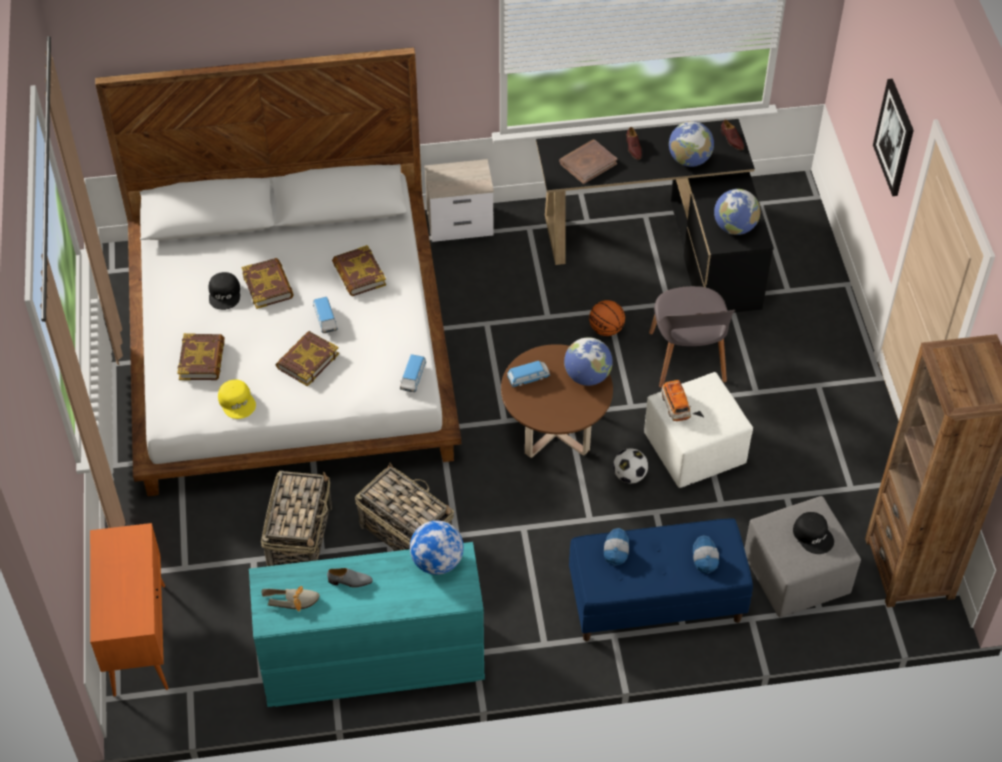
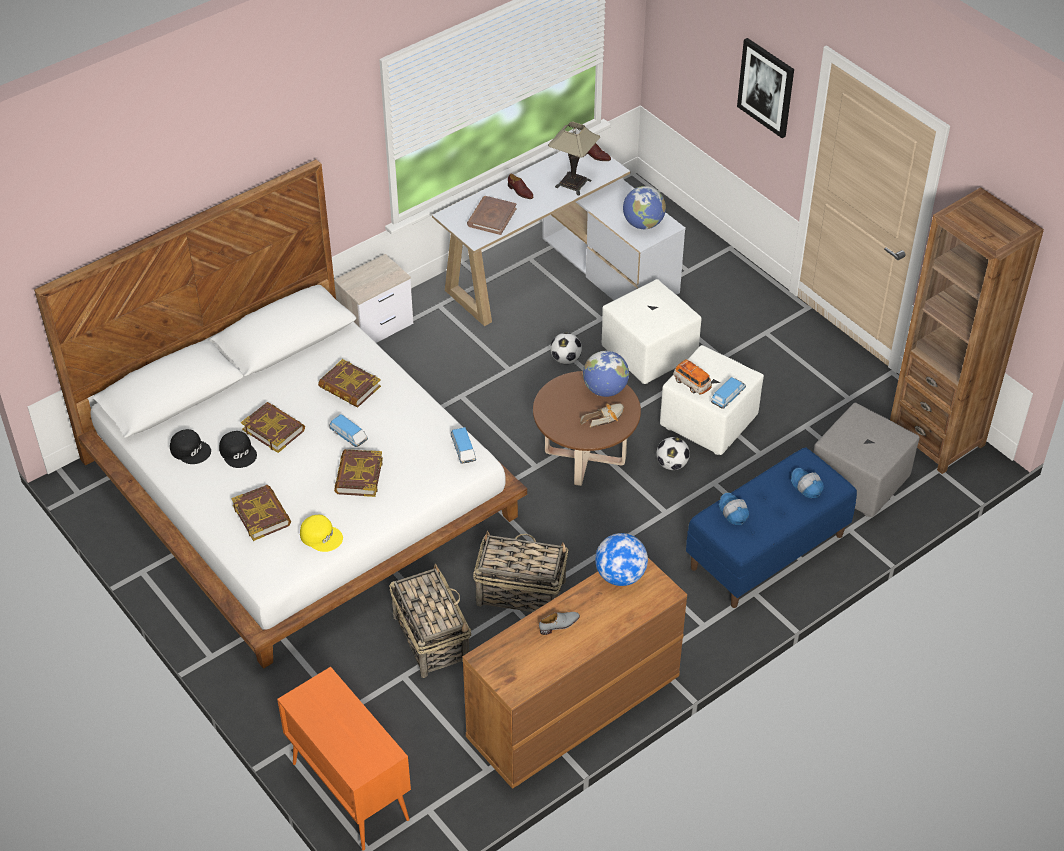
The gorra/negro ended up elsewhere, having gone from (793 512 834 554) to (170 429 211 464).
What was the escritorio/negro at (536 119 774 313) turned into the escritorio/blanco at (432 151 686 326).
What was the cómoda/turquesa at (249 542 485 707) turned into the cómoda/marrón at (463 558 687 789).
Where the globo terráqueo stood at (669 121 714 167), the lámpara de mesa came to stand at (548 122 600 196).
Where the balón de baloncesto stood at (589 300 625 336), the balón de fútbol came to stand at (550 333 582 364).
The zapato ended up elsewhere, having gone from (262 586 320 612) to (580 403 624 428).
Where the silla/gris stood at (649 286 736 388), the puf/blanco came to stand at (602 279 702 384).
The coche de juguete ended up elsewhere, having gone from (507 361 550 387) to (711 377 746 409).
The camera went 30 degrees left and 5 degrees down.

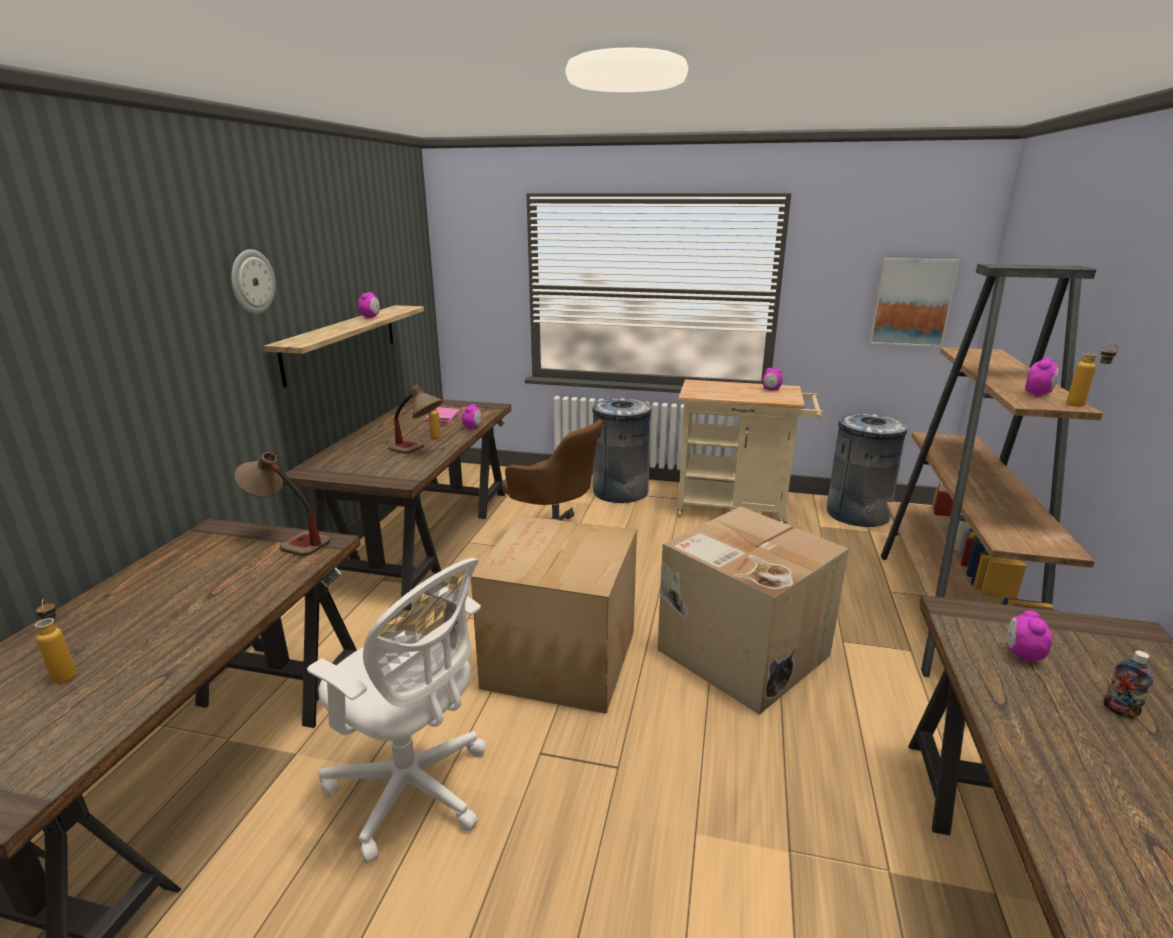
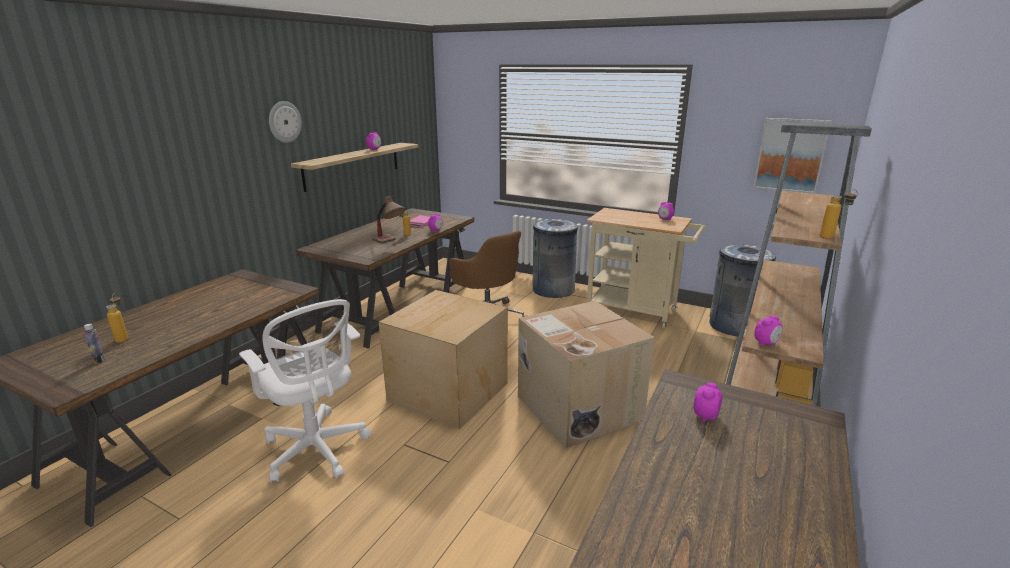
The botella ended up elsewhere, having gone from (1104 651 1154 720) to (84 324 105 364).
The despertador ended up elsewhere, having gone from (1025 358 1059 396) to (755 315 783 346).
The second view lost the lámpara de mesa at (234 452 331 556).
The camera went 15 degrees right and 0 degrees up.

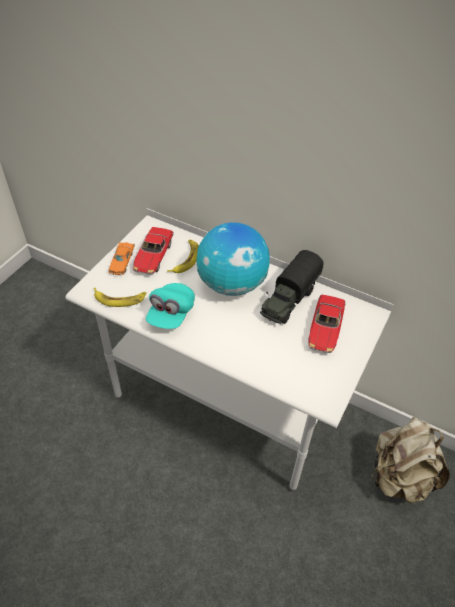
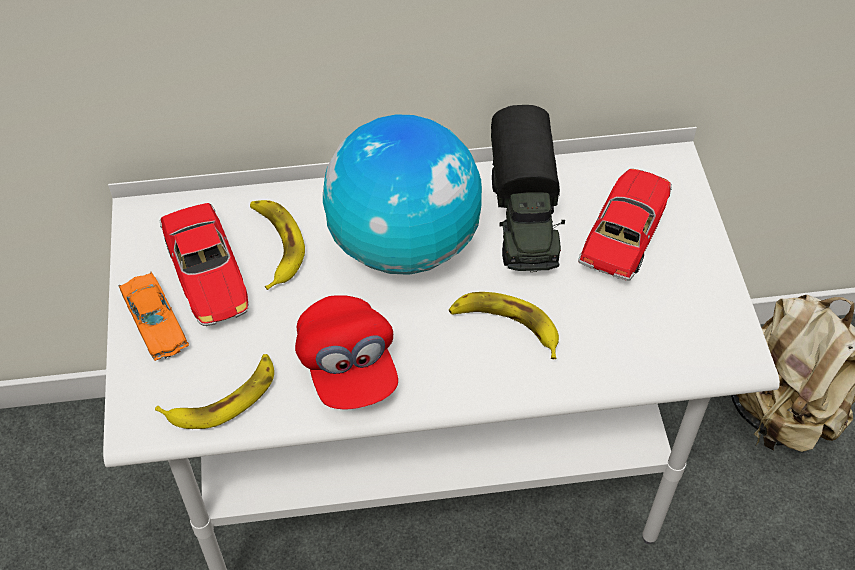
What was the gorra/turquesa at (146 283 195 329) turned into the gorra/rojo at (295 295 398 410).
The second view gained the plátano at (449 292 559 359).
The coche de juguete at (308 295 345 353) ended up facing another way, 135 degrees counterclockwise from before.
The camera went 35 degrees left and 5 degrees up.

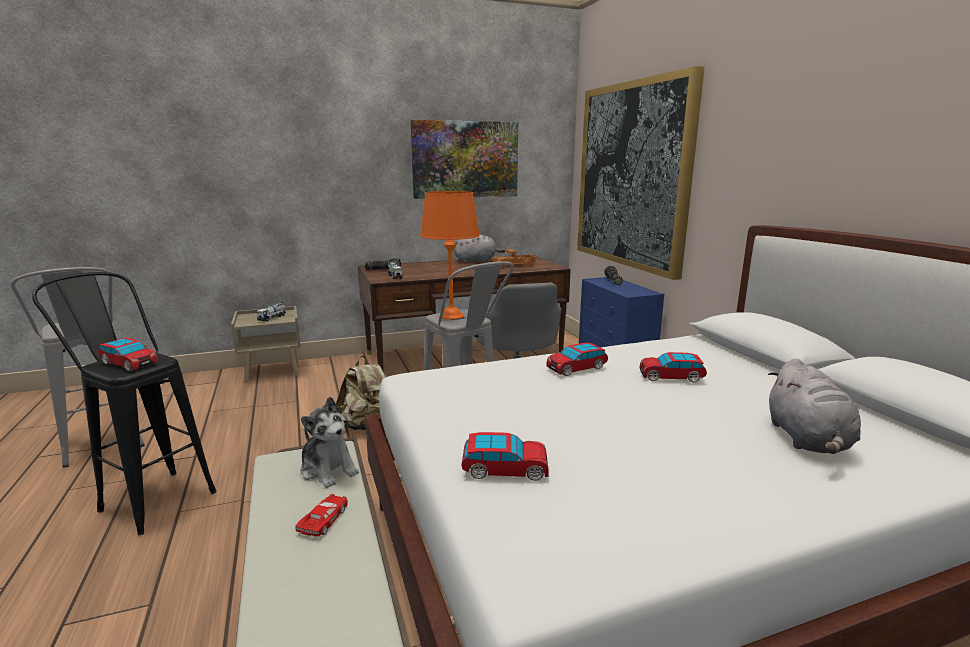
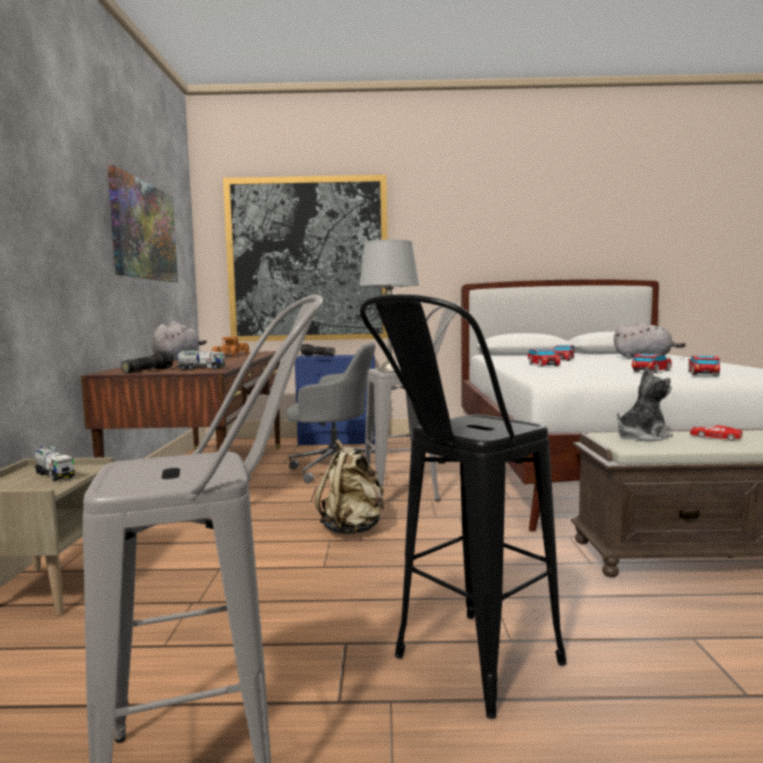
What was the lámpara de mesa/naranja at (420 191 480 319) turned into the lámpara de mesa/gris at (359 240 419 372).
The coche de juguete ended up elsewhere, having gone from (98 338 158 371) to (632 354 672 373).
The camera went 70 degrees left and 10 degrees down.

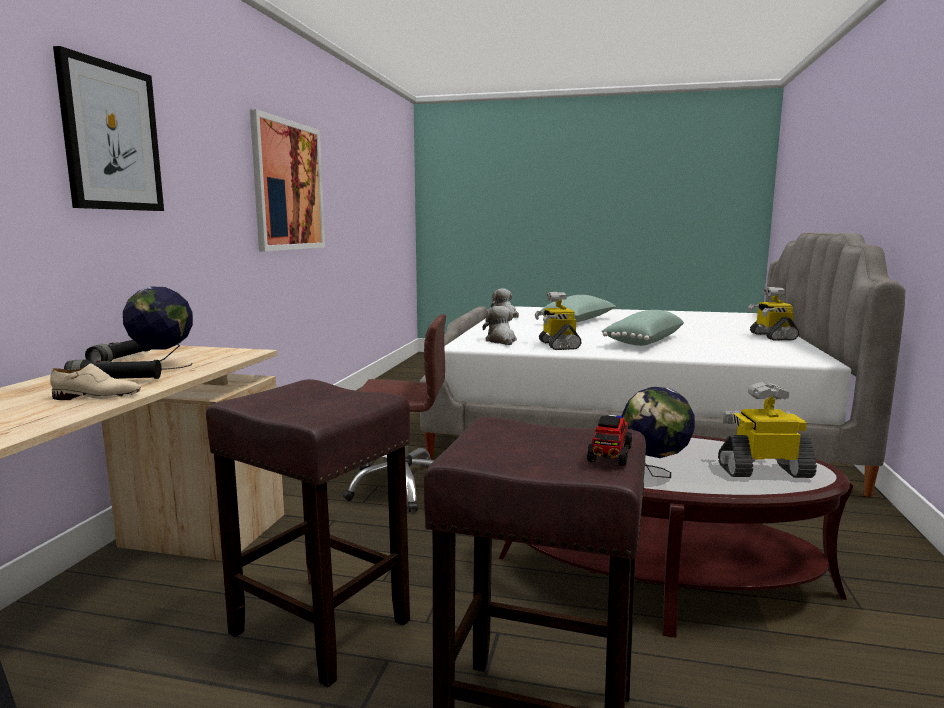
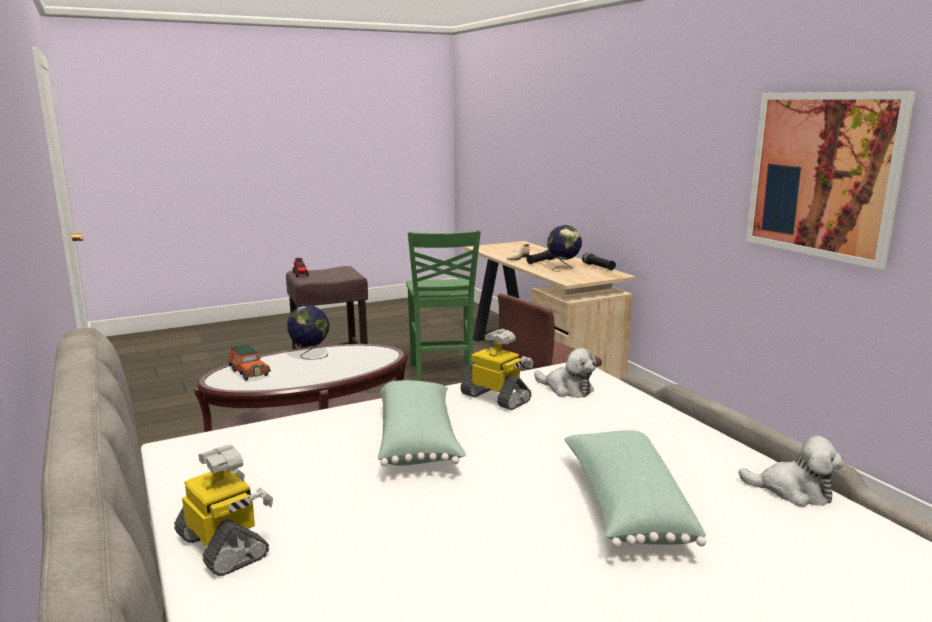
Where the robot de juguete stood at (718 382 817 478), the coche de juguete came to stand at (229 344 271 381).
Where the taburete/marrón stood at (206 379 410 688), the silla/verde came to stand at (406 230 481 381).
The second view lost the cuadro at (53 46 164 211).
The camera went 140 degrees right and 5 degrees up.

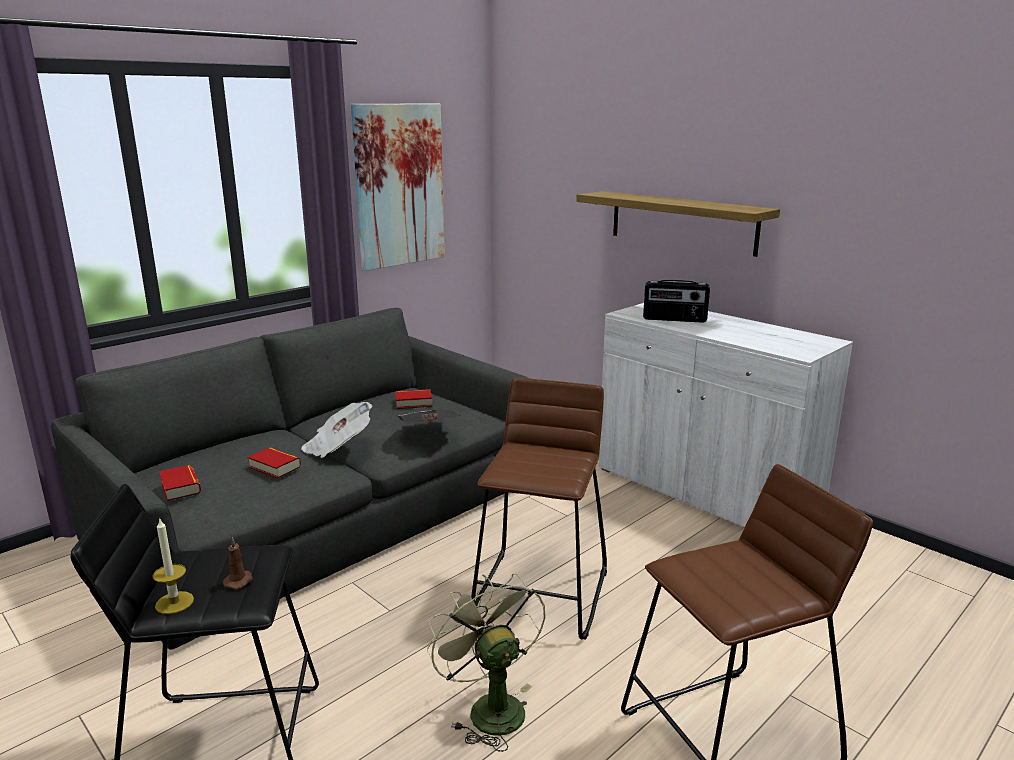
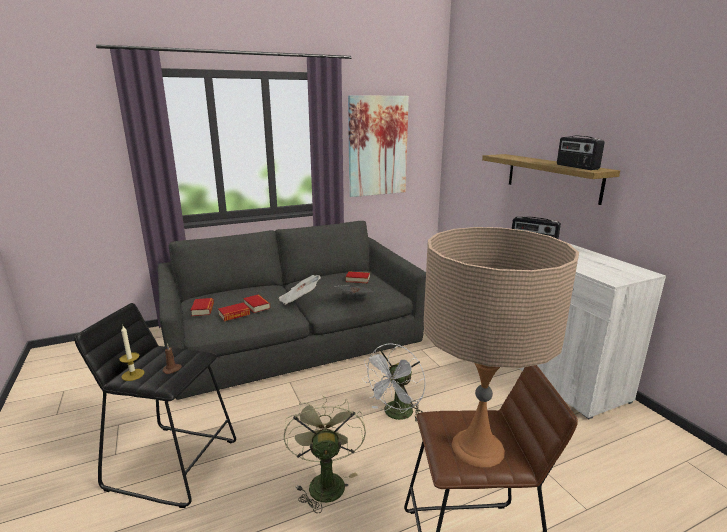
The second view gained the libro at (218 303 250 321).
Where the taburete/marrón stood at (471 378 607 640), the ventilador/blanco came to stand at (362 344 426 421).
The second view gained the lámpara de mesa/beis at (424 227 579 467).
The second view gained the radio at (557 136 605 170).
The camera went 20 degrees right and 0 degrees up.

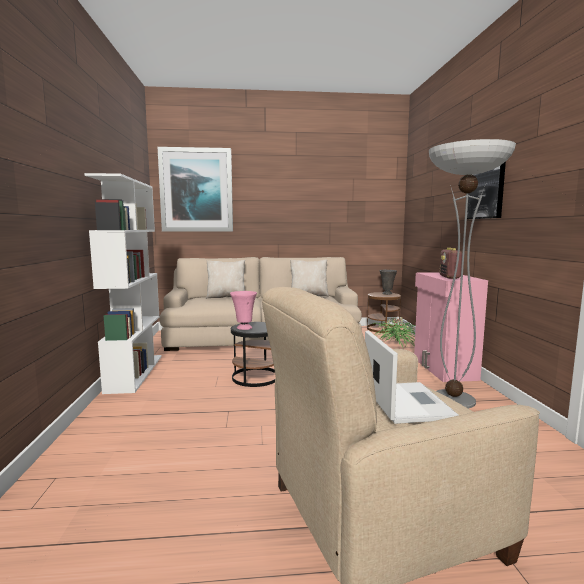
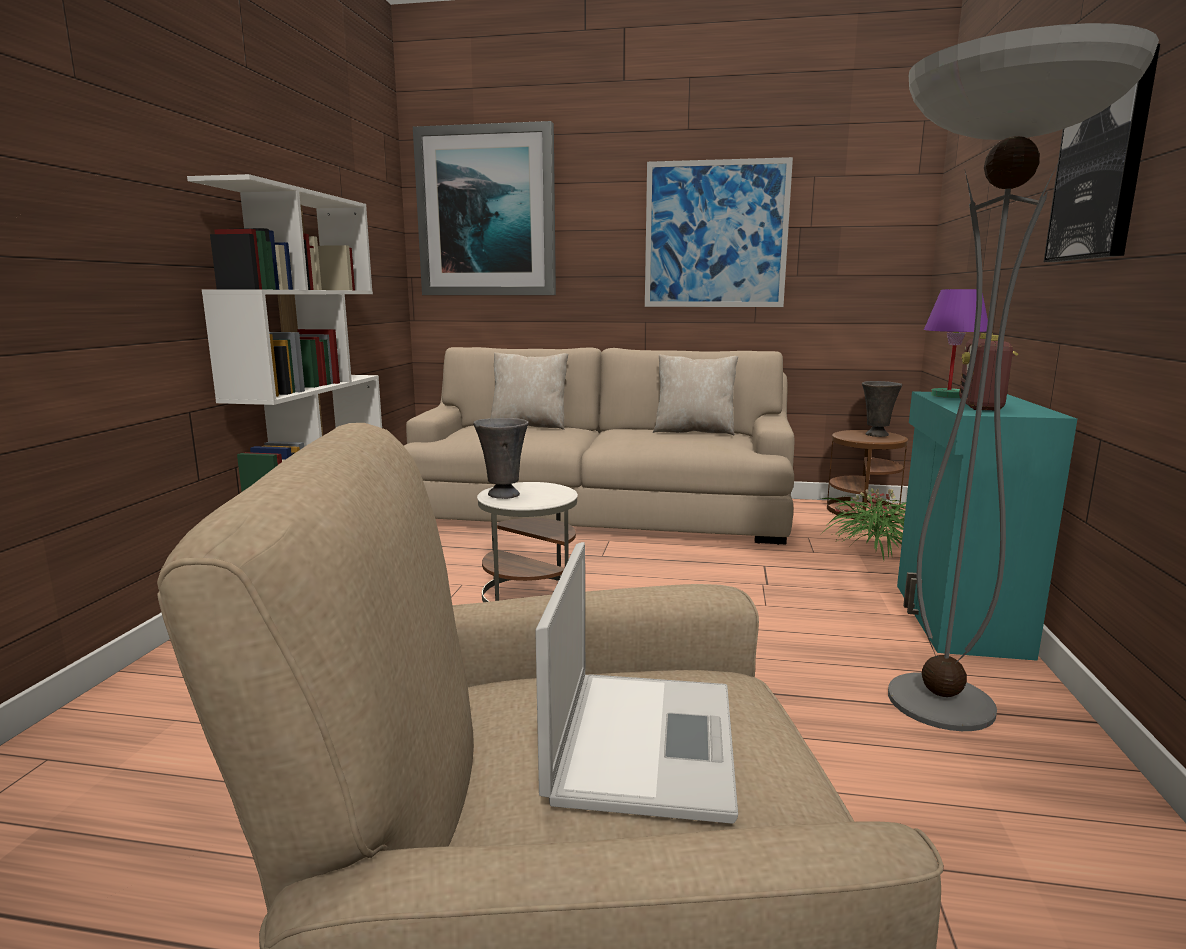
What was the florero/rosa at (230 291 257 330) turned into the florero/gris at (473 418 529 499).
What was the mesa auxiliar/negro at (231 322 275 387) turned into the mesa auxiliar/blanco at (477 482 578 602).
The second view gained the cuadro at (645 157 793 307).
What was the armario/rosa at (414 272 488 382) turned into the armario/turquesa at (897 391 1077 661).
The second view gained the lámpara de mesa/morado at (924 289 988 398).
The camera went 15 degrees right and 5 degrees up.

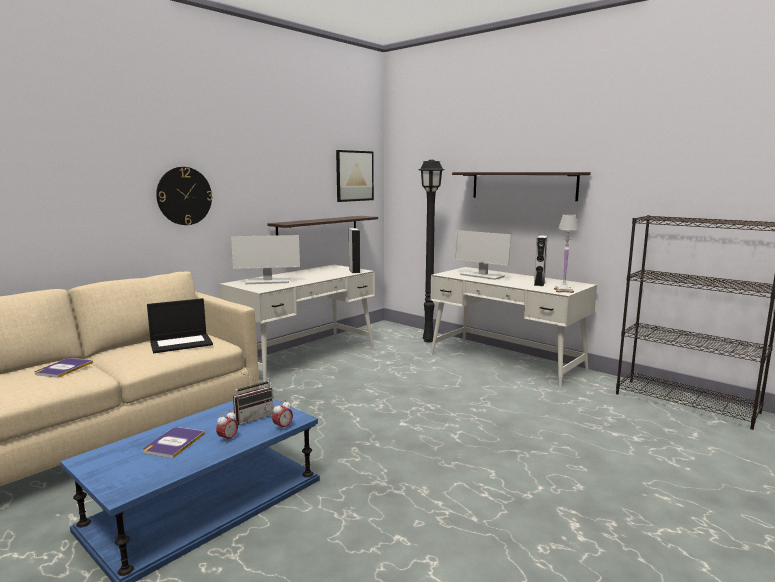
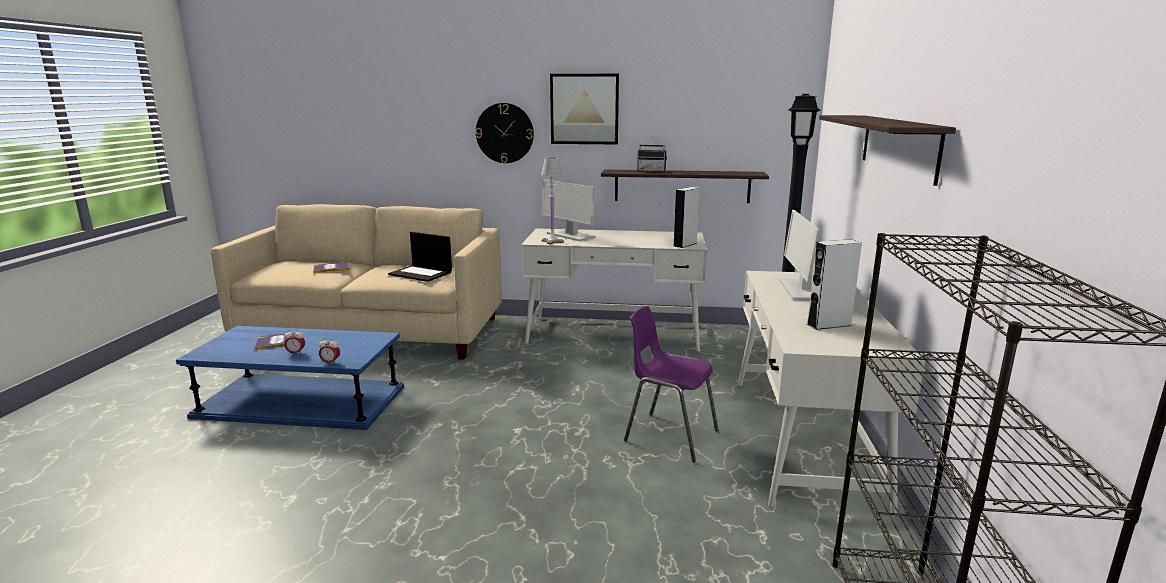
The lámpara de mesa/blanco ended up elsewhere, having gone from (554 214 579 293) to (541 157 564 244).
The cuadro ended up elsewhere, having gone from (336 150 374 202) to (550 74 619 145).
The second view gained the silla/morado at (624 306 719 462).
The radio ended up elsewhere, having gone from (233 373 274 425) to (637 138 667 172).
The camera went 55 degrees right and 5 degrees up.

